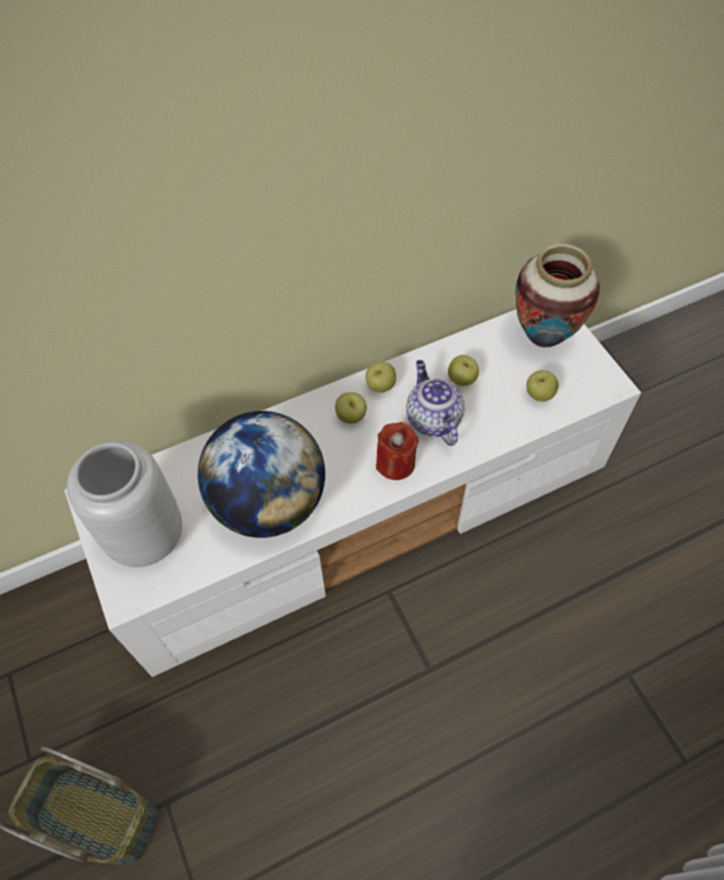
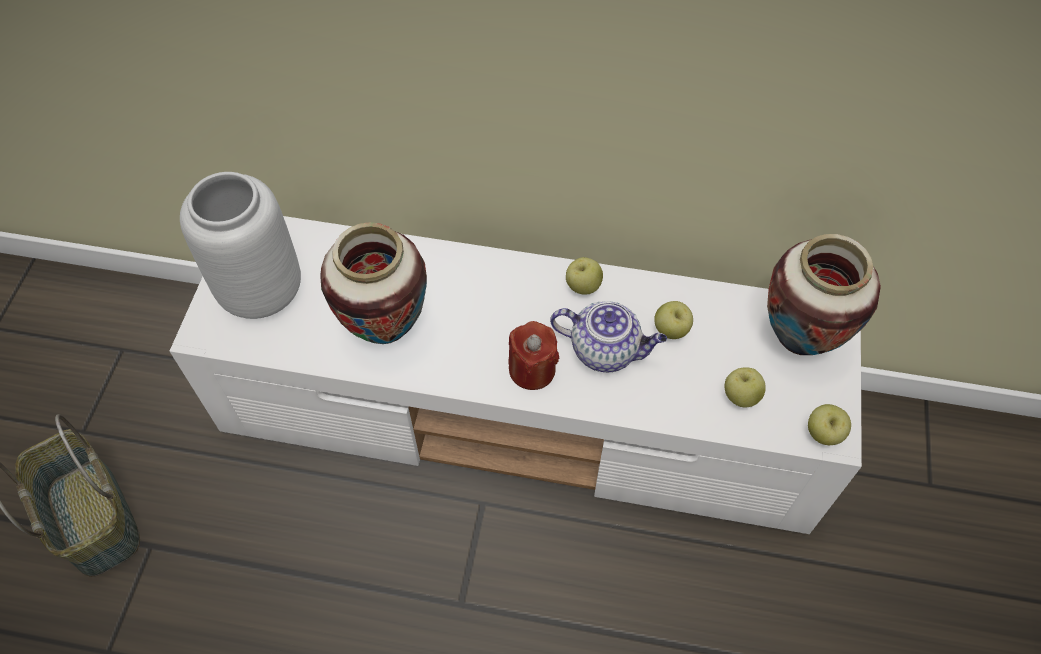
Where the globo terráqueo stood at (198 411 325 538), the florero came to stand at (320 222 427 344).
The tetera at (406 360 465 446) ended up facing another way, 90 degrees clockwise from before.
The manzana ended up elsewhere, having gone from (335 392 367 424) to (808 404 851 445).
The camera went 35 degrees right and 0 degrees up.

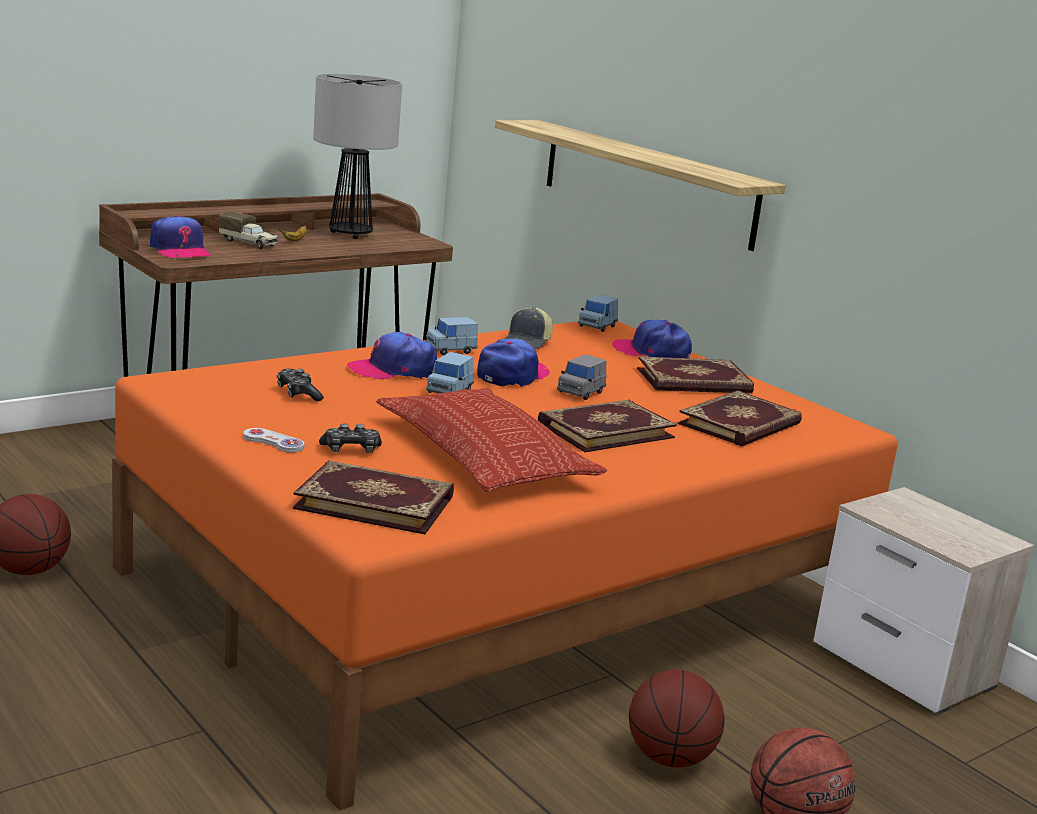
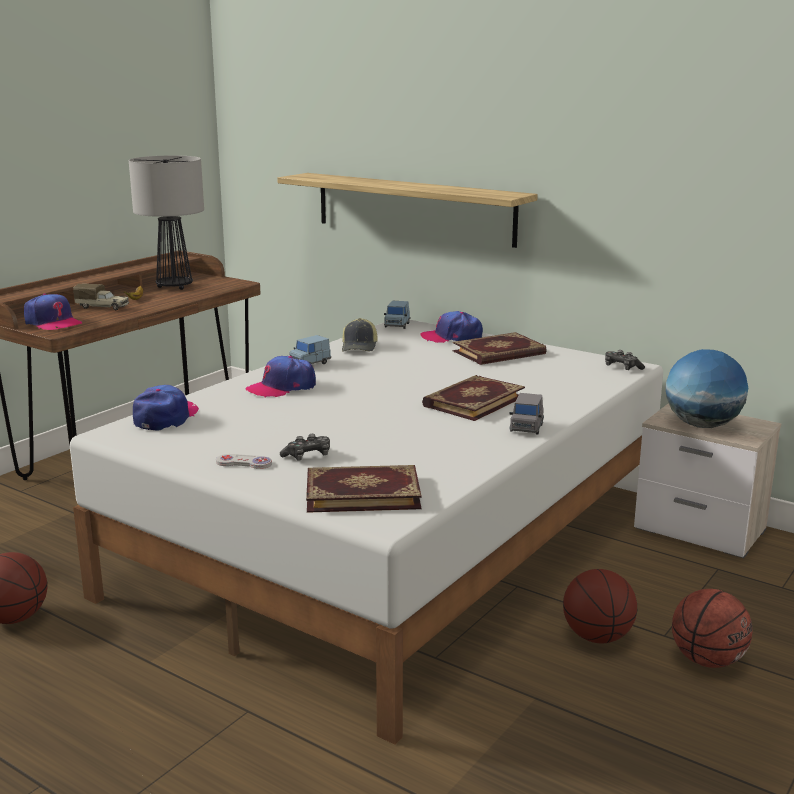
What was the cama/naranja at (112 321 897 811) turned into the cama/blanco at (70 320 663 745).
The gorra ended up elsewhere, having gone from (477 339 550 387) to (133 385 199 430).
The coche de juguete/gris ended up elsewhere, having gone from (557 354 607 400) to (509 393 544 435).
The mando de consola ended up elsewhere, having gone from (277 369 324 402) to (605 350 645 370).
The second view gained the globo terráqueo at (666 349 748 428).
The second view lost the cojín at (376 388 607 492).
The second view lost the coche de juguete/azul at (426 352 474 394).
The second view lost the libro at (678 390 802 446).
The camera went 15 degrees left and 0 degrees up.

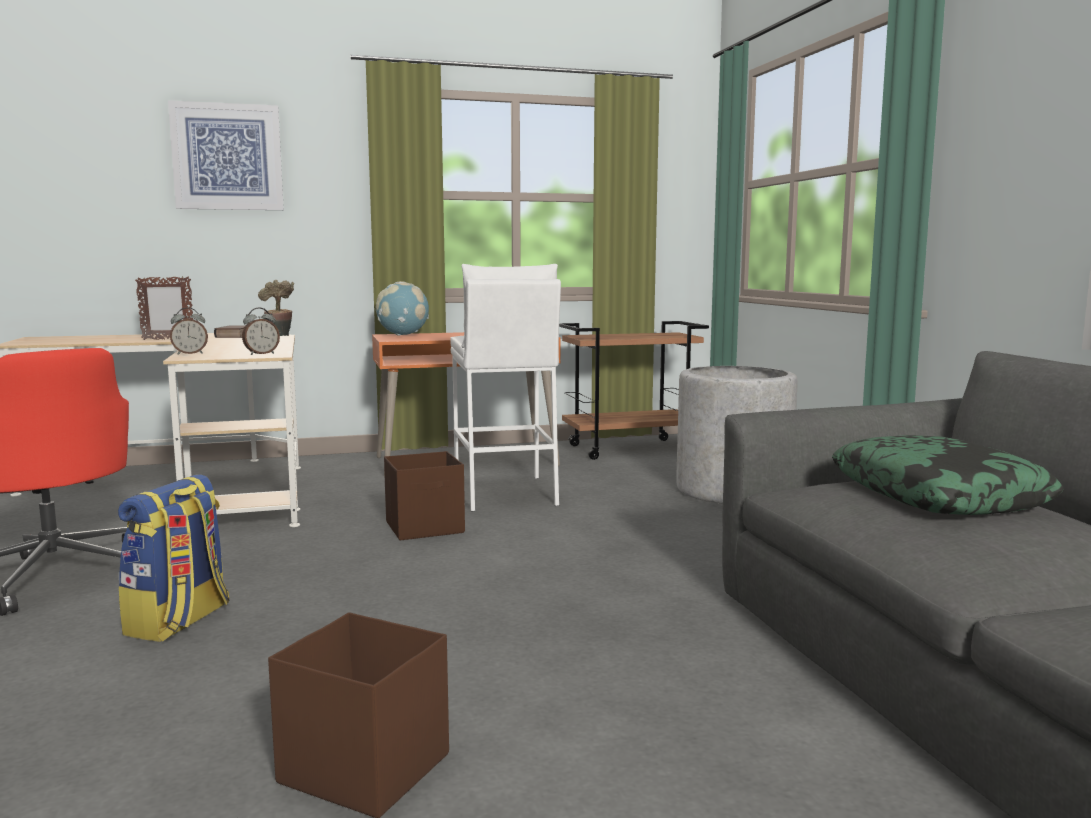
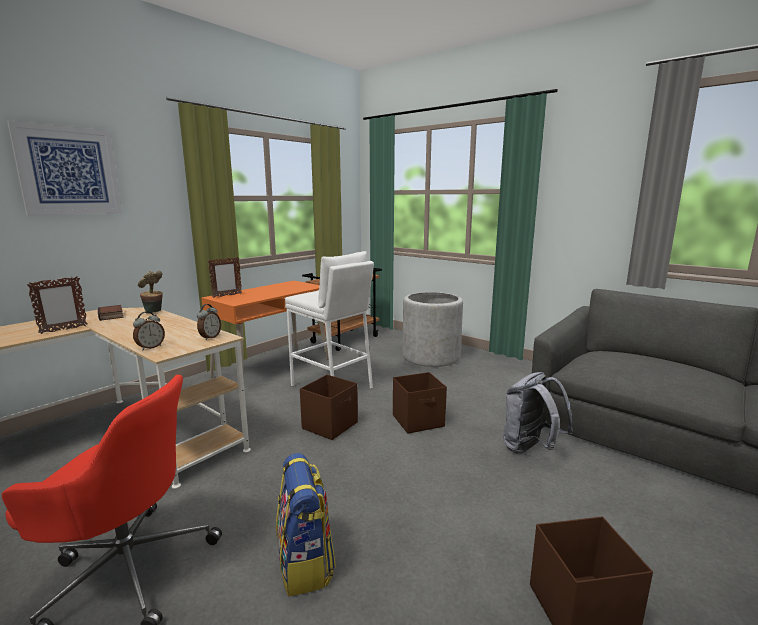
Where the globo terráqueo stood at (376 281 429 336), the portarretratos came to stand at (208 257 242 298).
The second view gained the caja de almacenaje/marrón at (393 372 447 434).
The second view gained the mochila/gris at (503 372 573 453).
The second view lost the cojín at (832 435 1064 515).
The camera went 35 degrees left and 5 degrees up.

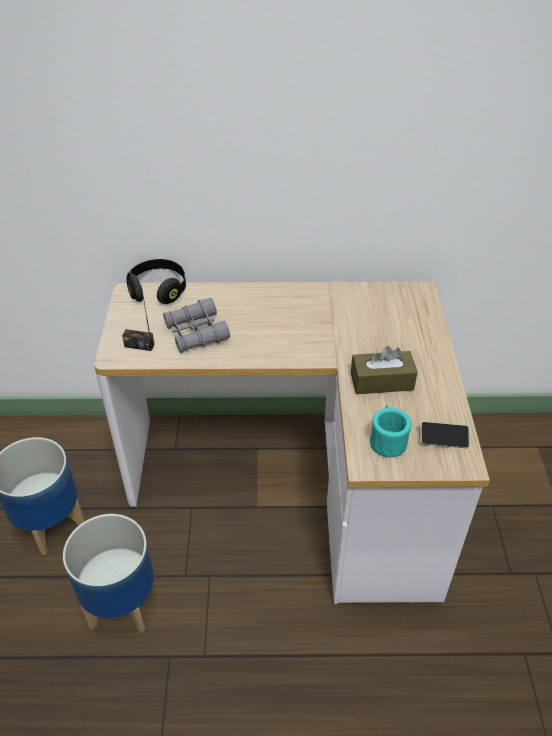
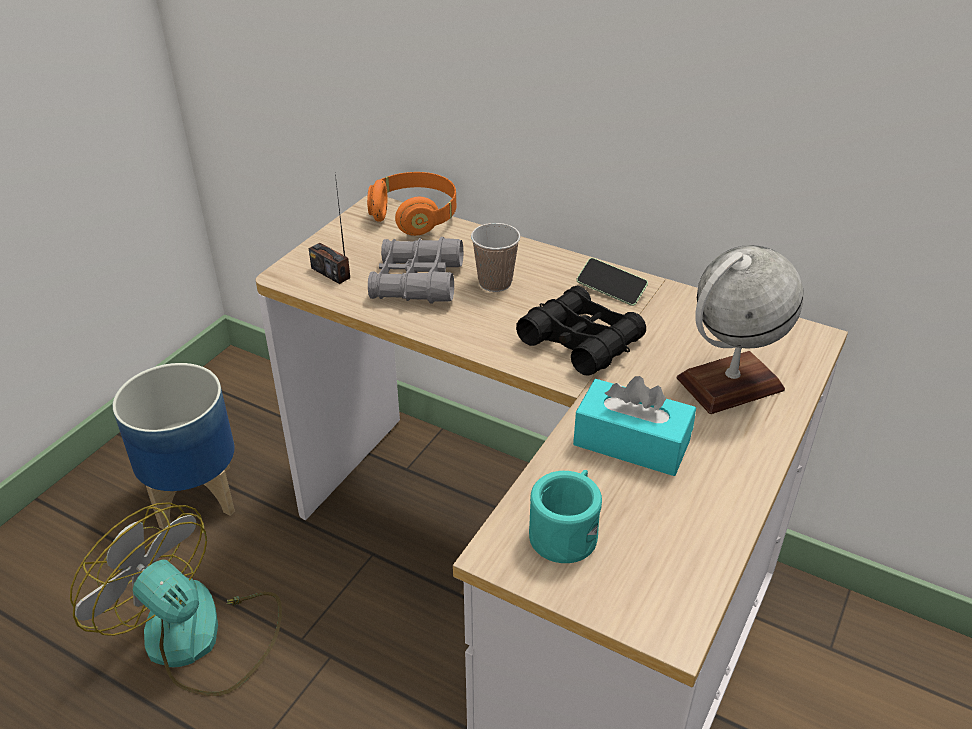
Where the maceta stood at (63 514 154 633), the ventilador came to stand at (70 502 282 696).
What was the auriculares/negro at (126 259 186 304) turned into the auriculares/naranja at (367 172 456 236).
The second view gained the taza at (471 223 520 292).
The second view gained the prismáticos/negro at (516 286 646 376).
What was the caja de pañuelos/marrón at (351 346 418 394) turned into the caja de pañuelos/turquesa at (573 376 696 476).
The móvil ended up elsewhere, having gone from (421 421 469 448) to (577 258 648 306).
The second view gained the globo terráqueo at (677 245 804 414).
The camera went 30 degrees right and 5 degrees down.

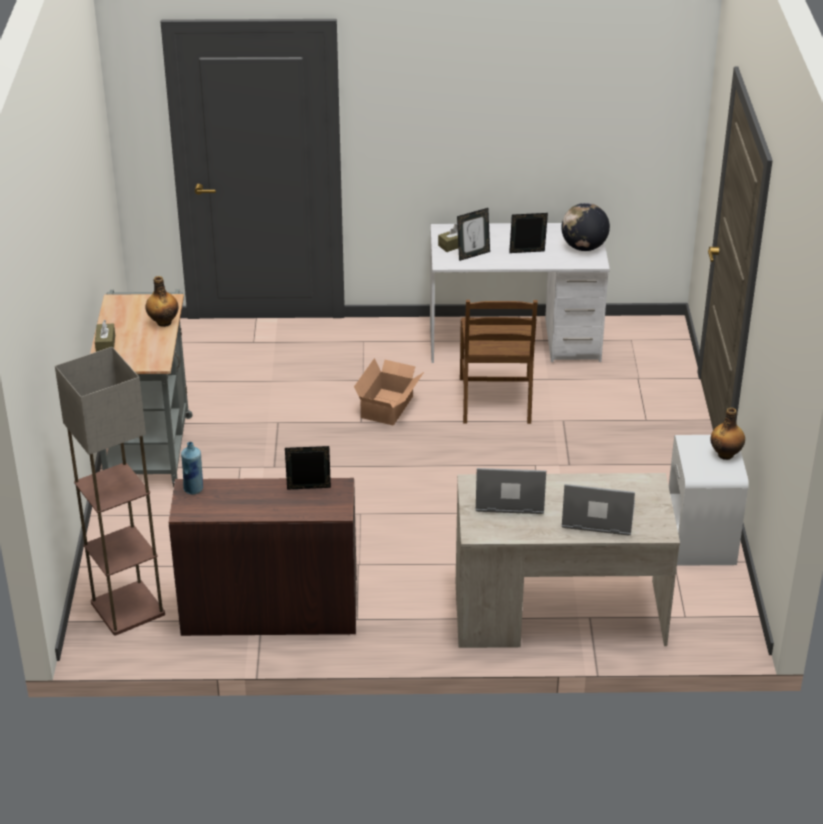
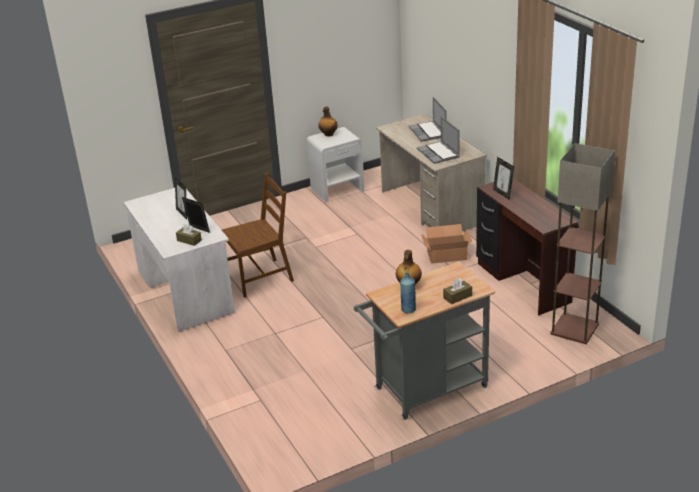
The botella/azul ended up elsewhere, having gone from (181 442 203 494) to (400 273 416 313).
The caja de cartón ended up elsewhere, having gone from (354 358 424 426) to (421 224 472 264).
The second view lost the globo terráqueo at (561 203 610 251).
The camera went 115 degrees left and 5 degrees down.

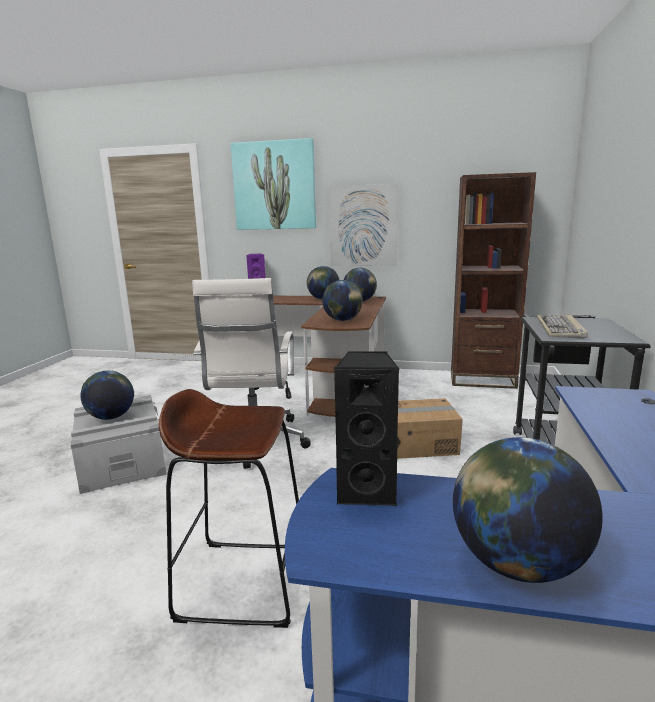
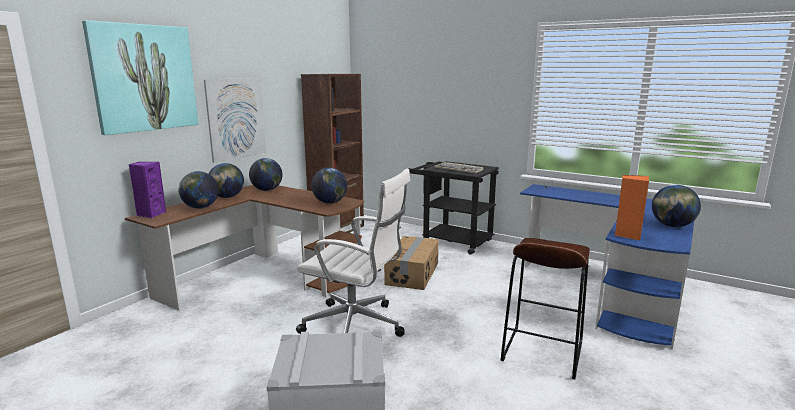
The globo terráqueo ended up elsewhere, having gone from (81 370 134 420) to (179 171 219 209).
What was the altavoz/negro at (334 351 400 507) turned into the altavoz/naranja at (615 175 649 240).
The camera went 70 degrees left and 0 degrees up.

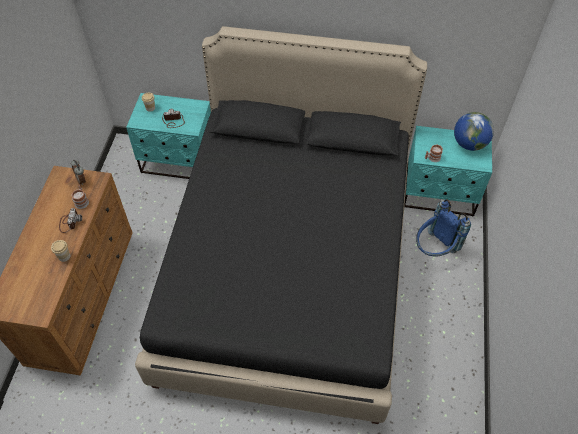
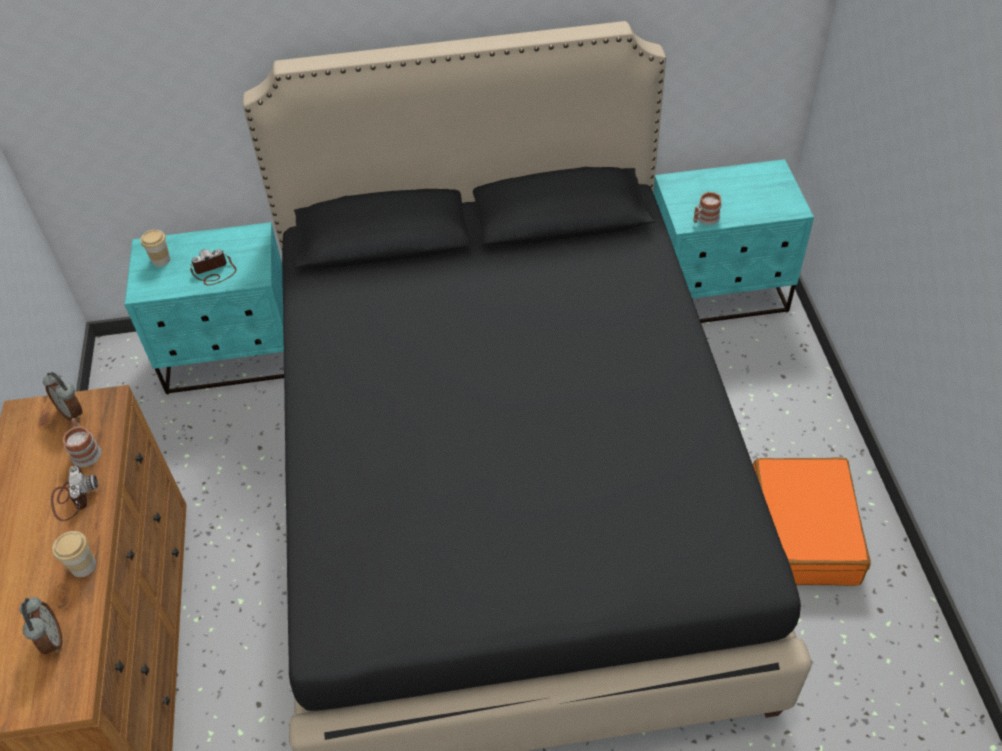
The second view gained the despertador at (20 597 63 654).
The second view gained the maleta/naranja at (753 457 871 586).
The second view lost the mochila/azul at (416 199 471 257).
The second view lost the globo terráqueo at (454 112 494 151).
The camera went 15 degrees left and 5 degrees down.

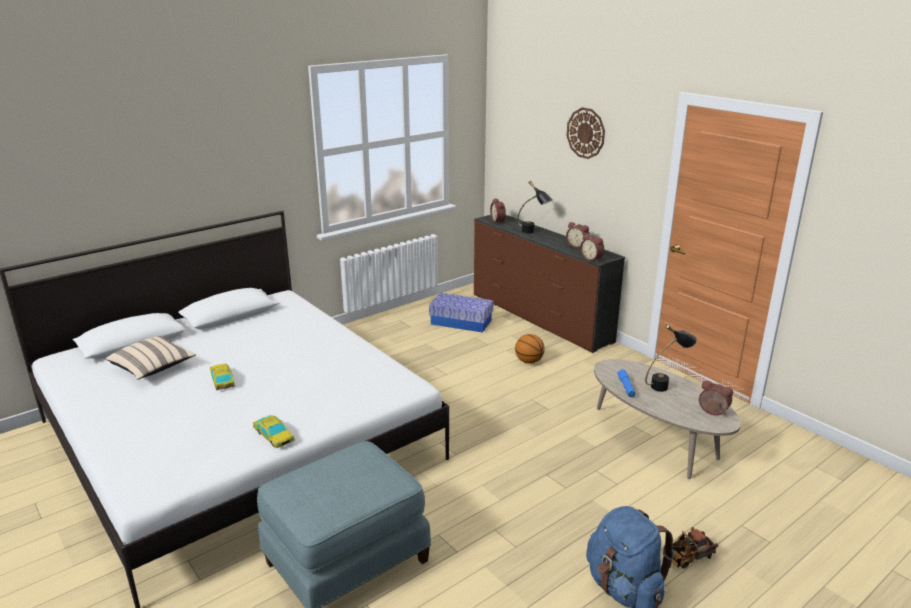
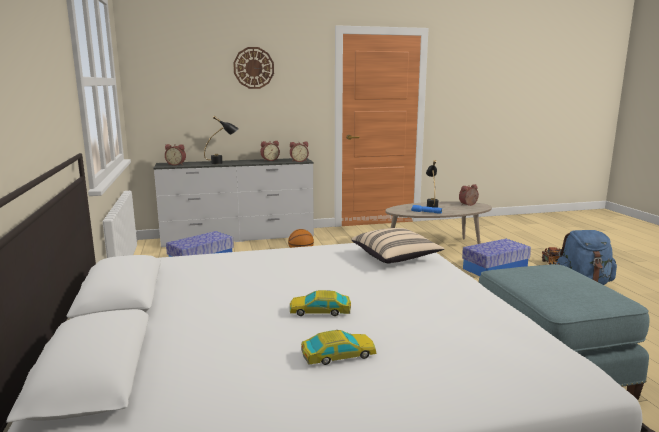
What was the cómoda/marrón at (474 215 625 353) turned into the cómoda/blanco at (154 158 314 247).
The coche de juguete ended up elsewhere, having gone from (253 415 295 448) to (301 330 377 365).
The cojín/beis ended up elsewhere, having gone from (106 336 196 380) to (351 228 445 263).
The second view gained the caja de almacenaje at (462 239 531 276).
The camera went 65 degrees left and 10 degrees down.

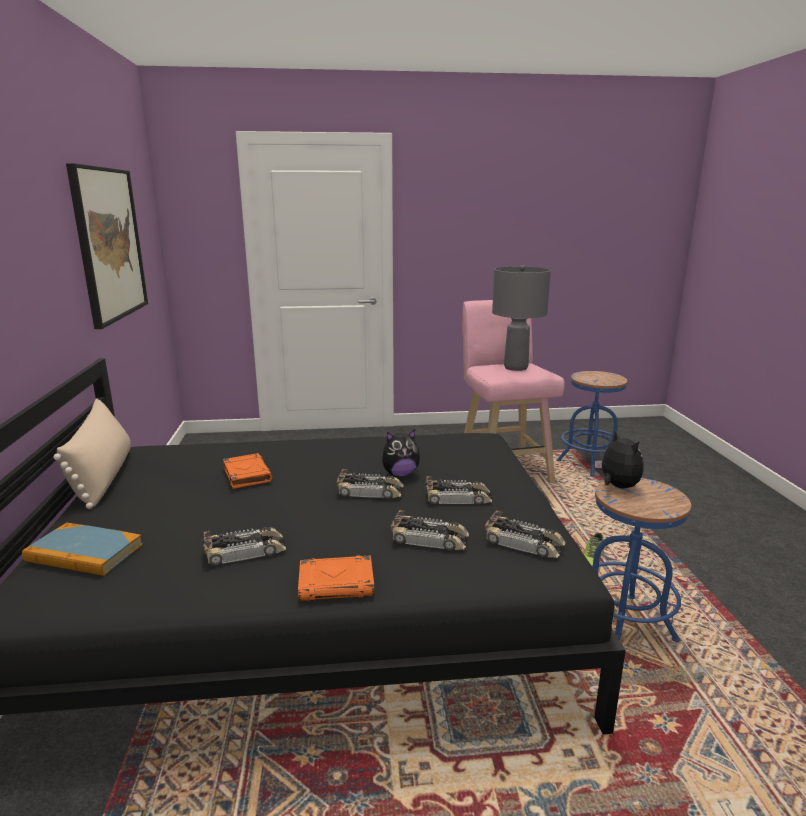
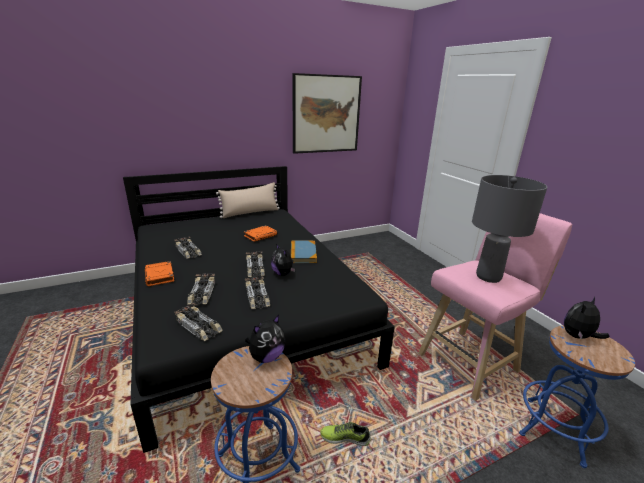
The coche de juguete at (485 510 565 558) ended up facing another way, 60 degrees counterclockwise from before.
The libro ended up elsewhere, having gone from (22 523 143 576) to (291 241 317 263).
The second view gained the peluche at (564 296 609 340).
The camera went 70 degrees right and 5 degrees up.

